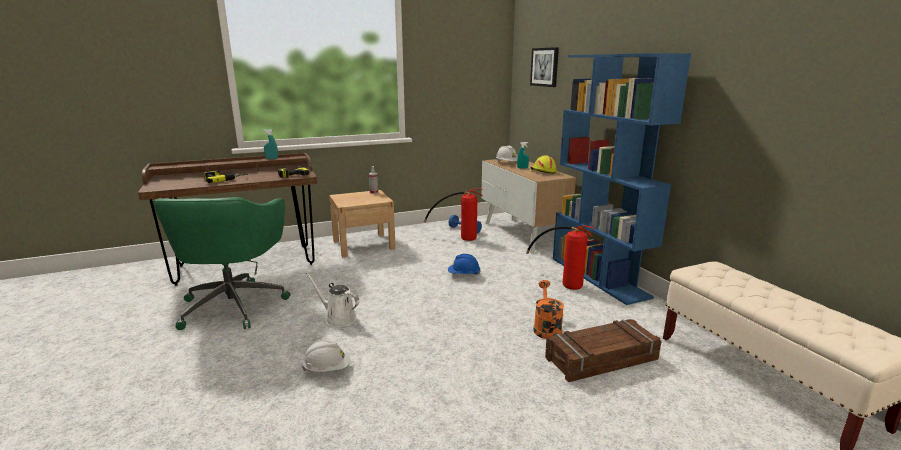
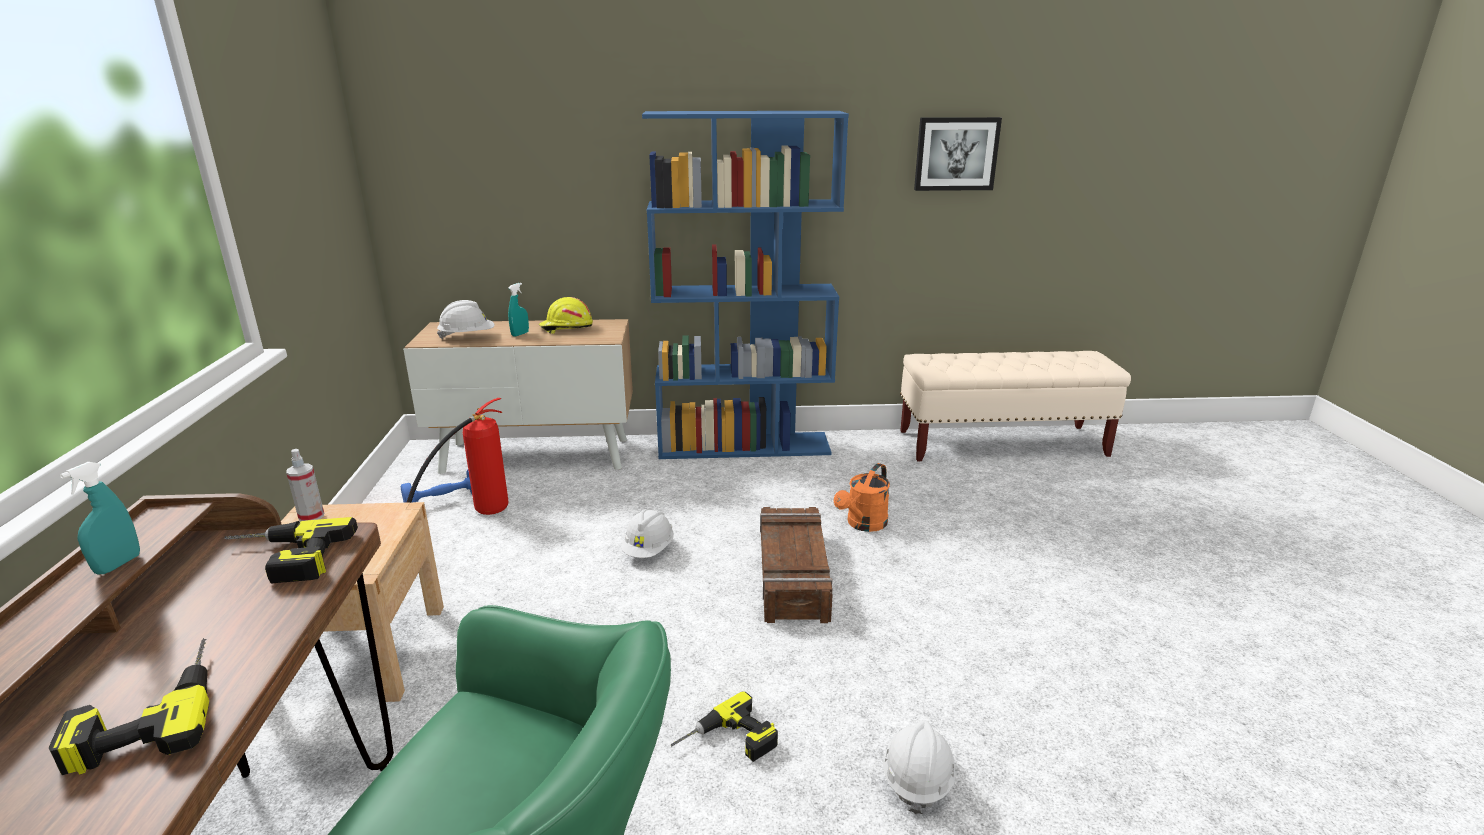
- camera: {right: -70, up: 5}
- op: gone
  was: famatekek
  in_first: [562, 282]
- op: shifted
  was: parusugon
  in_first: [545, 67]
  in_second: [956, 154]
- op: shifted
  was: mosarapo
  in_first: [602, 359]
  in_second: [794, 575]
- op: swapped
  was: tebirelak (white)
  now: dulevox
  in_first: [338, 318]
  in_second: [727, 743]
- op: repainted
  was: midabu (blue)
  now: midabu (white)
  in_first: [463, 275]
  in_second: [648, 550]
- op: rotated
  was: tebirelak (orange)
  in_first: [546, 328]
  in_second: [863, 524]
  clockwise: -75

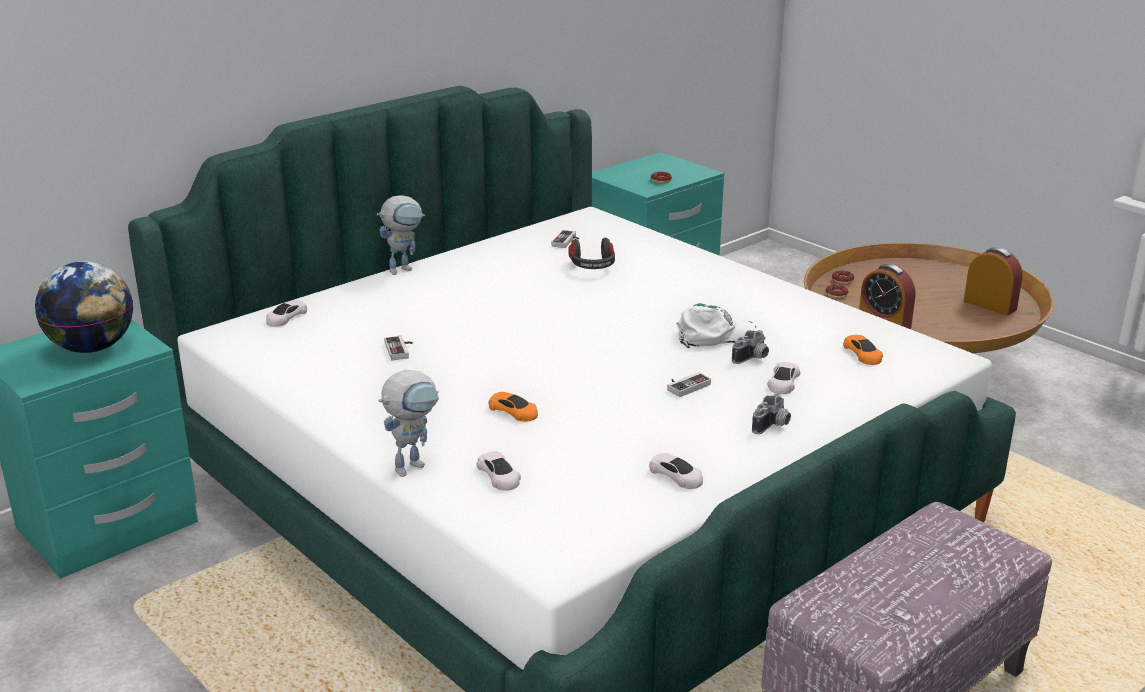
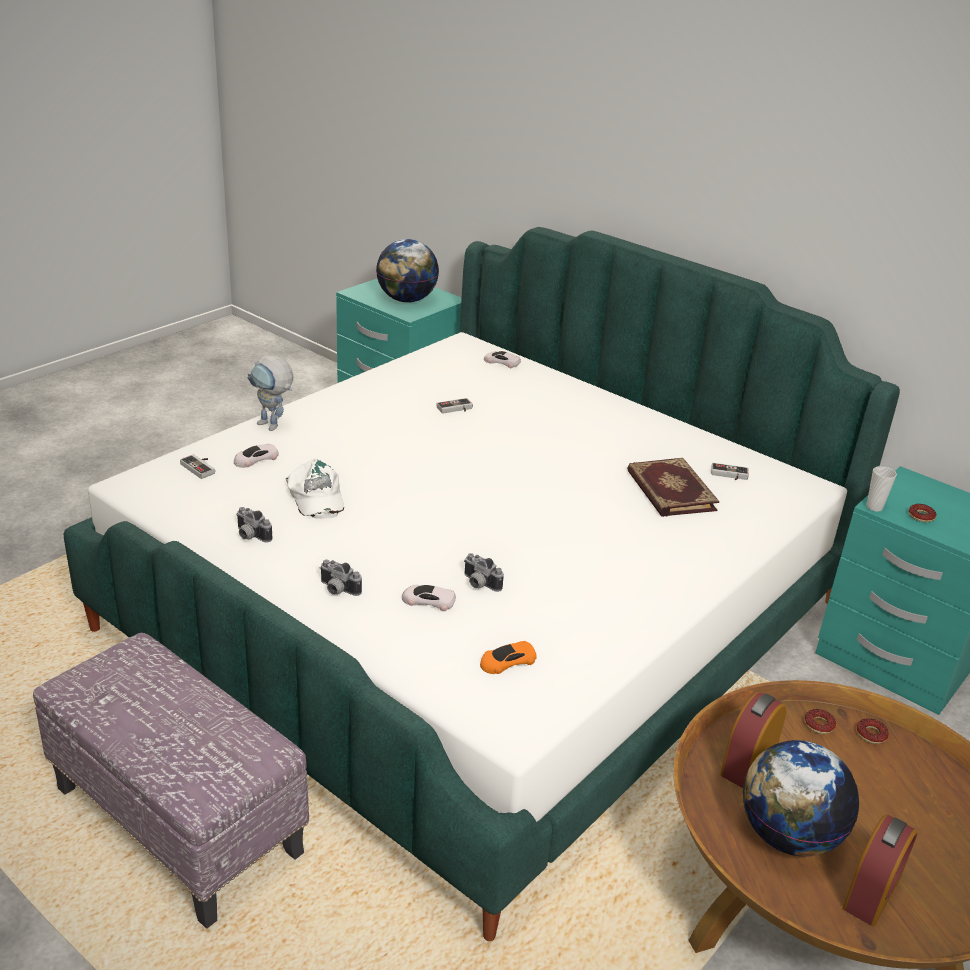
- camera: {right: 80, up: 5}
- op: gone
  was: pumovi
  in_first: [405, 268]
- op: gone
  was: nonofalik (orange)
  in_first: [514, 411]
- op: new
  now: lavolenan
  in_second: [788, 835]
- op: new
  now: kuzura
  in_second: [874, 507]
- op: shifted
  was: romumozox
  in_first: [685, 385]
  in_second: [201, 467]
- op: shifted
  was: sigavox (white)
  in_first: [714, 335]
  in_second: [315, 497]
- op: swapped
  was: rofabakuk
  now: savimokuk
  in_first: [592, 267]
  in_second: [669, 491]
- op: swapped
  was: nonofalik (white)
  now: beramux
  in_first: [676, 475]
  in_second: [250, 536]

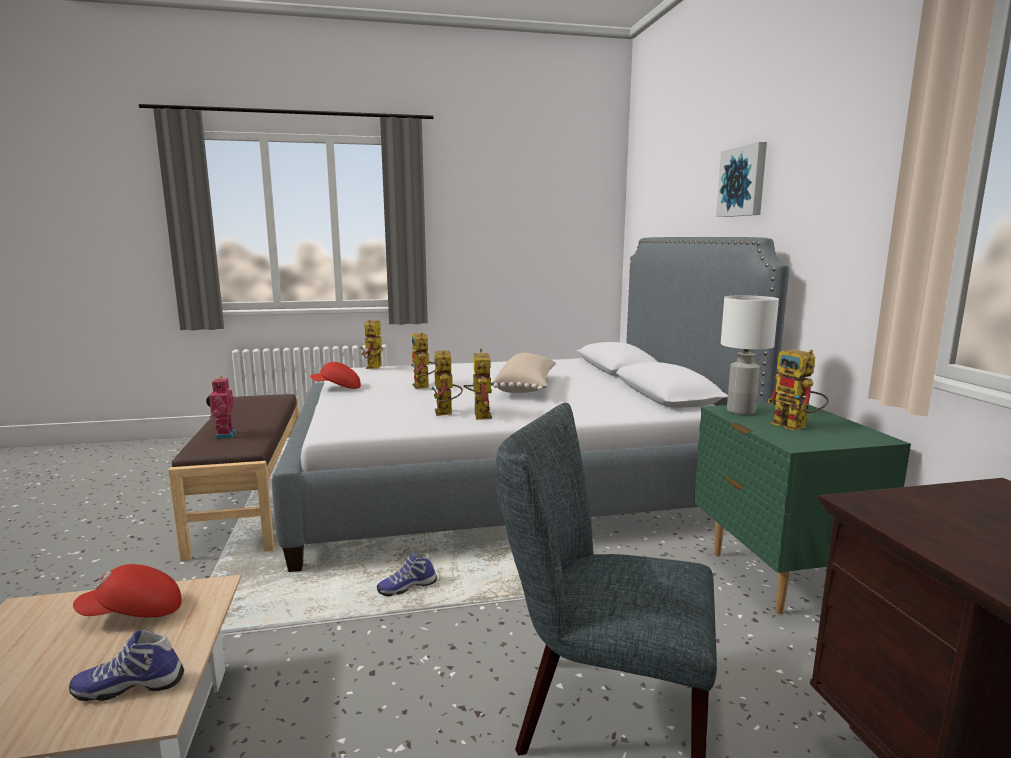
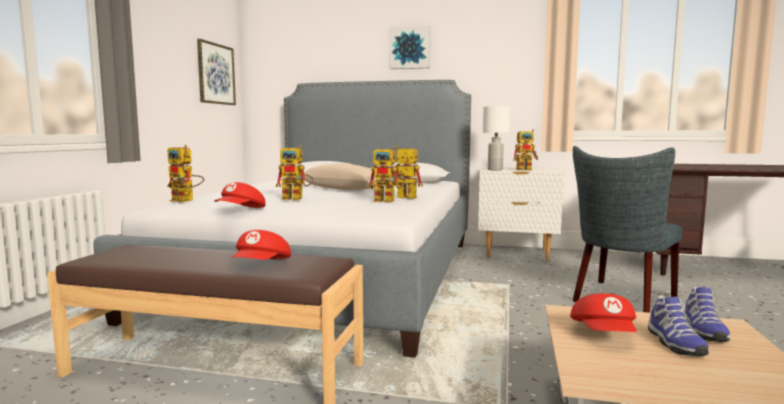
- camera: {right: -65, up: -5}
- op: new
  now: parusugon
  in_second: [216, 74]
- op: shifted
  was: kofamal
  in_first: [407, 587]
  in_second: [673, 343]
- op: swapped
  was: pumovi
  now: sigavox (red)
  in_first: [224, 435]
  in_second: [262, 266]
- op: repainted
  was: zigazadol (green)
  now: zigazadol (white)
  in_first: [778, 577]
  in_second: [517, 254]

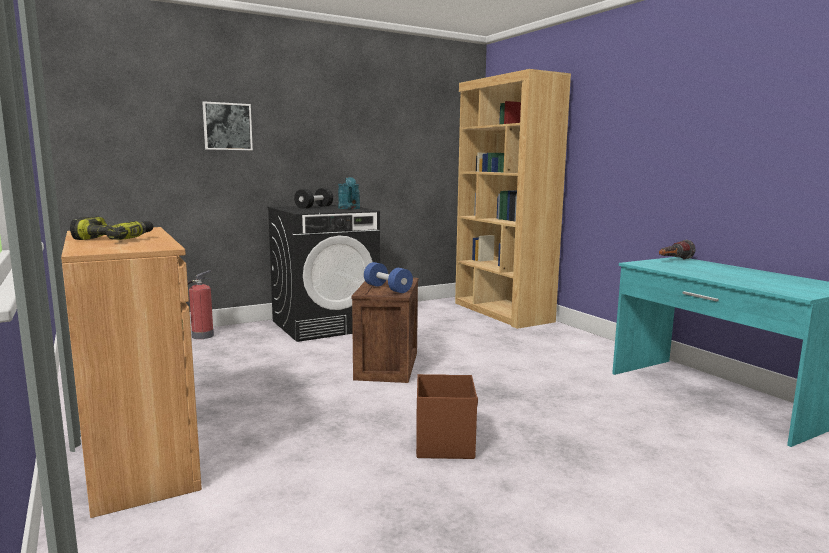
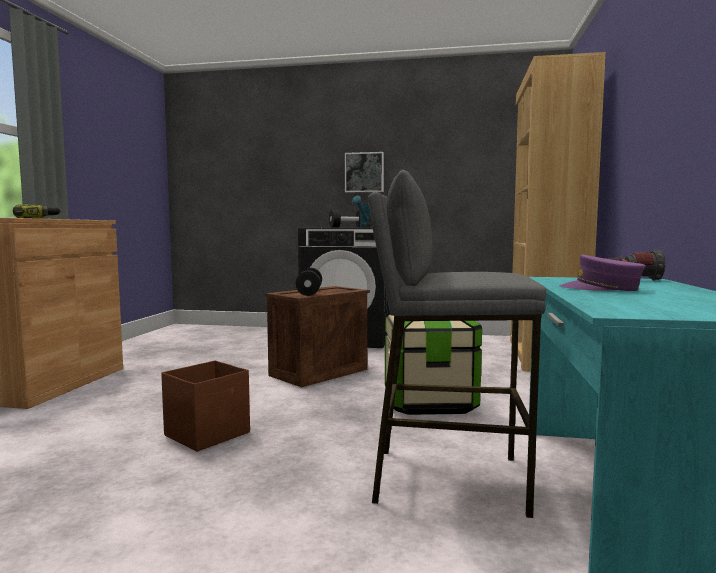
- camera: {right: 40, up: -5}
- op: gone
  was: famatekek
  in_first: [201, 336]
- op: new
  now: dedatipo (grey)
  in_second: [447, 479]
- op: new
  now: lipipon
  in_second: [429, 401]
- op: new
  now: sigavox (purple)
  in_second: [601, 289]
- op: shifted
  was: parusugon
  in_first: [227, 126]
  in_second: [364, 172]
- op: repainted
  was: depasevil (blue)
  now: depasevil (black)
  in_first: [387, 288]
  in_second: [309, 292]

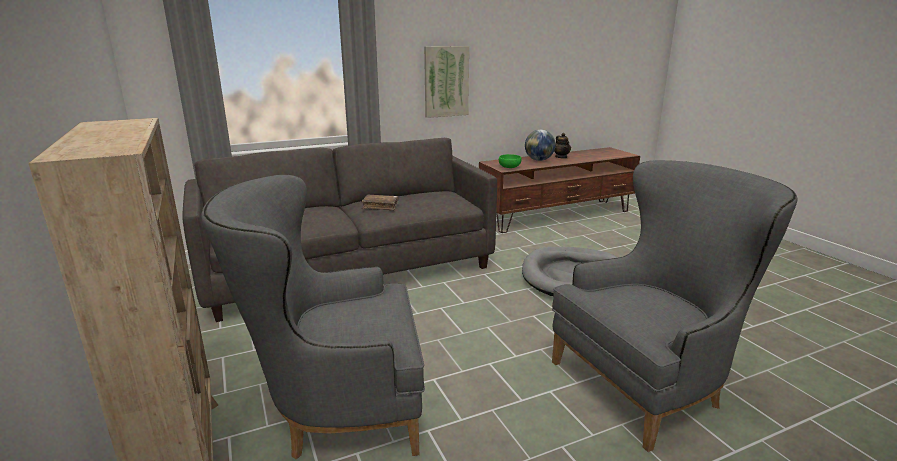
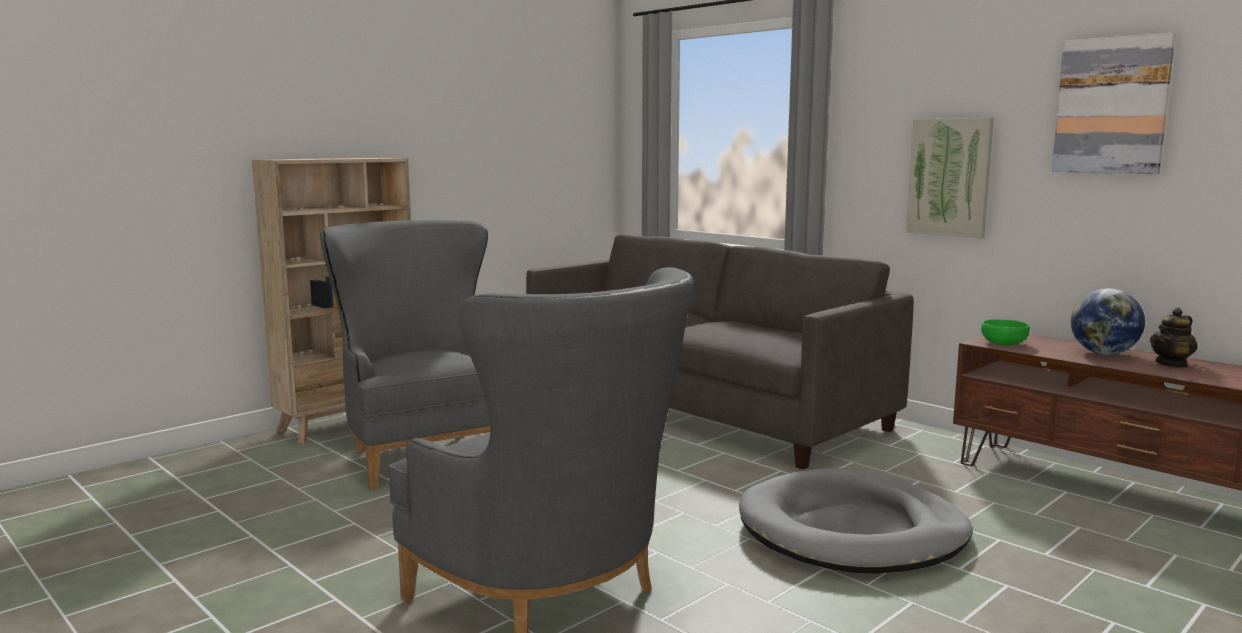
- camera: {right: 70, up: -10}
- op: gone
  was: savimokuk (brown)
  in_first: [380, 206]
- op: new
  now: parusugon
  in_second: [1111, 106]

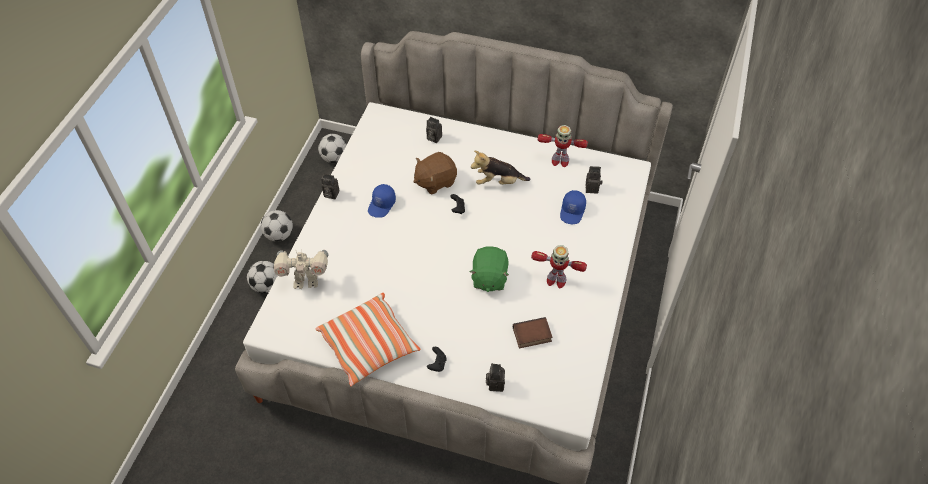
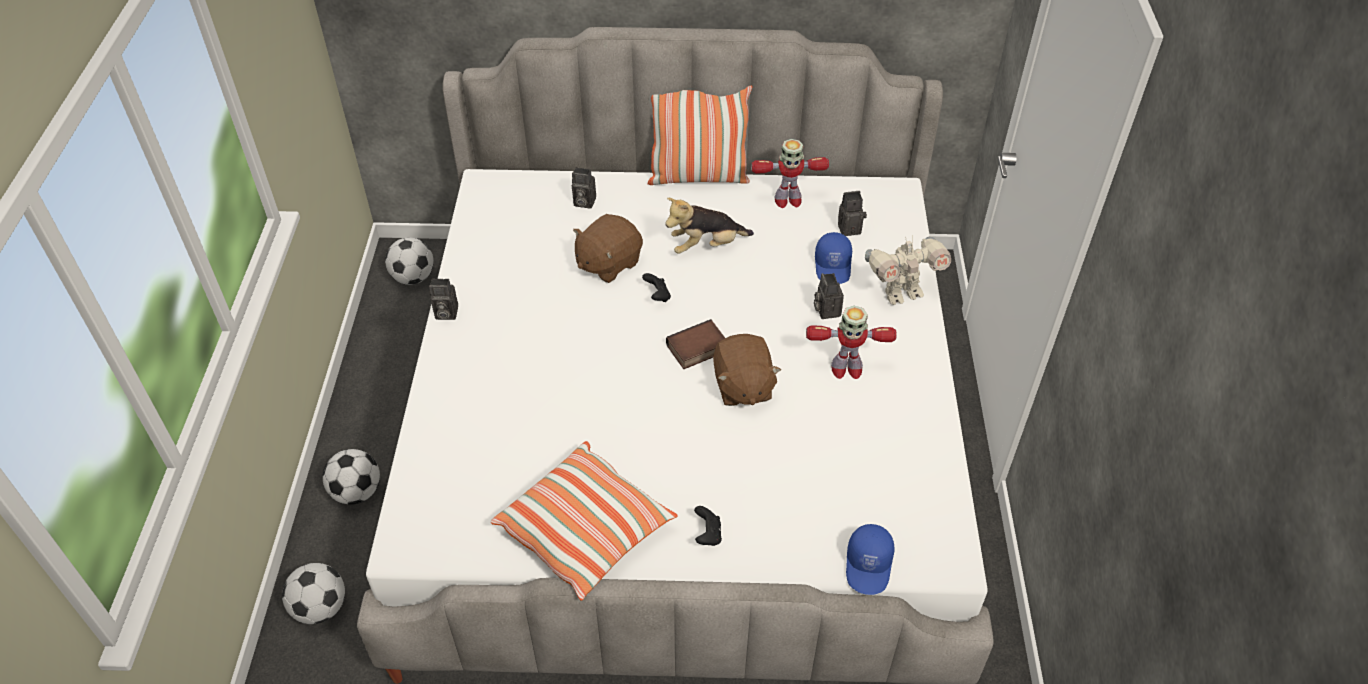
- camera: {right: -15, up: -5}
- op: new
  now: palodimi
  in_second: [698, 176]
- op: shifted
  was: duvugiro
  in_first: [279, 235]
  in_second: [320, 608]
- op: shifted
  was: pumovi
  in_first: [306, 281]
  in_second: [901, 293]
- op: shifted
  was: sigavox (blue)
  in_first: [382, 205]
  in_second: [869, 565]
- op: shifted
  was: beramux
  in_first: [495, 383]
  in_second: [826, 310]
- op: shifted
  was: savimokuk
  in_first: [531, 335]
  in_second: [697, 349]
- op: repainted
  was: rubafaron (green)
  now: rubafaron (brown)
  in_first: [489, 278]
  in_second: [742, 386]

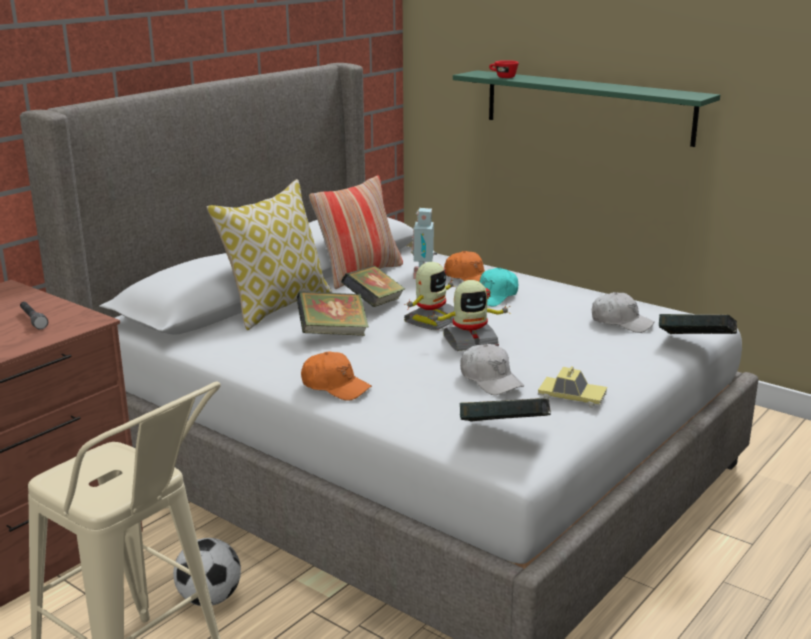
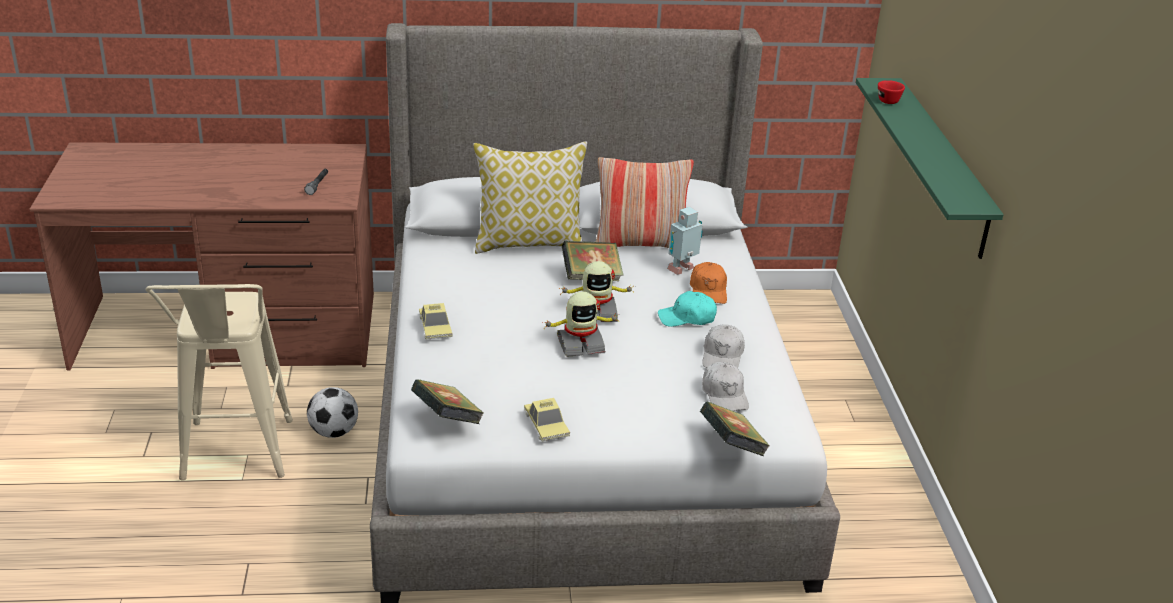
- camera: {right: 45, up: 10}
- op: gone
  was: savimokuk
  in_first: [333, 333]
- op: shifted
  was: sigavox (white)
  in_first: [490, 380]
  in_second: [722, 356]
- op: swapped
  was: sigavox (orange)
  now: nonofalik
  in_first: [335, 387]
  in_second: [435, 327]
- op: rotated
  was: pumovi
  in_first: [470, 341]
  in_second: [580, 344]
  clockwise: -45

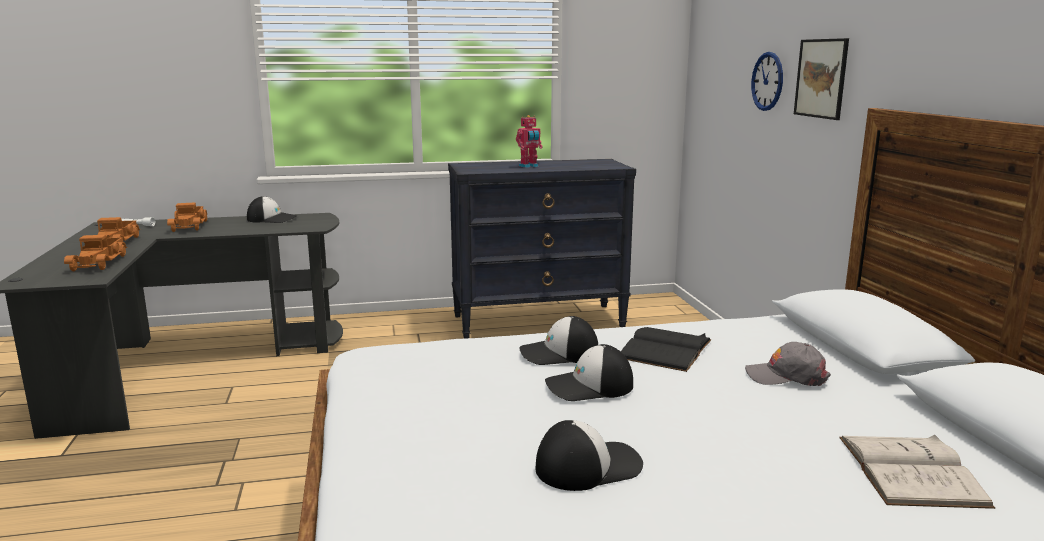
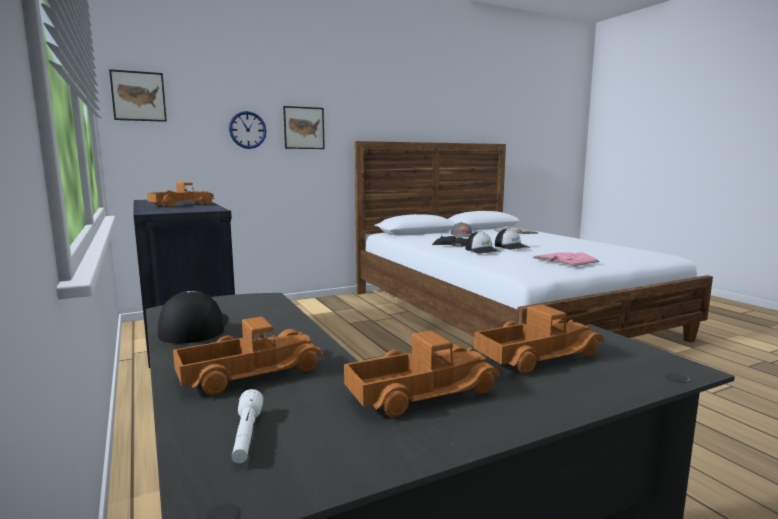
- camera: {right: -105, up: -5}
- op: gone
  was: sigavox
  in_first: [588, 466]
- op: new
  now: parusugon
  in_second: [138, 96]
- op: new
  now: savimokuk (pink)
  in_second: [565, 259]
- op: swapped
  was: pumovi
  now: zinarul
  in_first: [529, 166]
  in_second: [181, 205]

